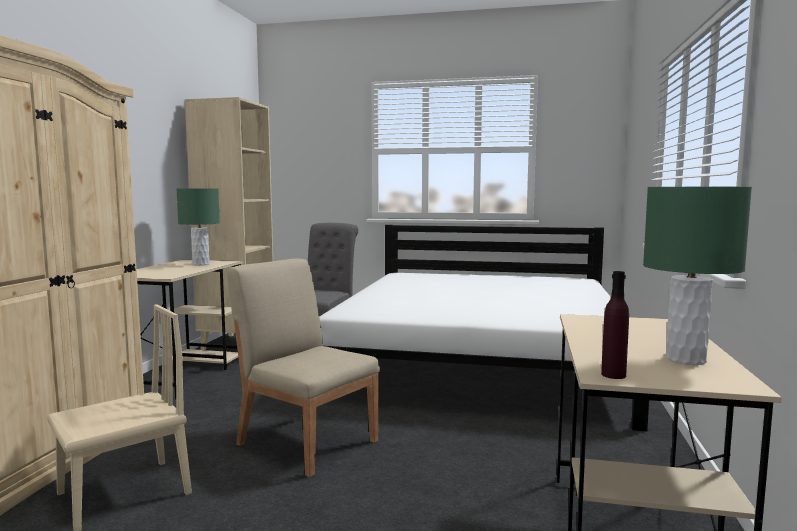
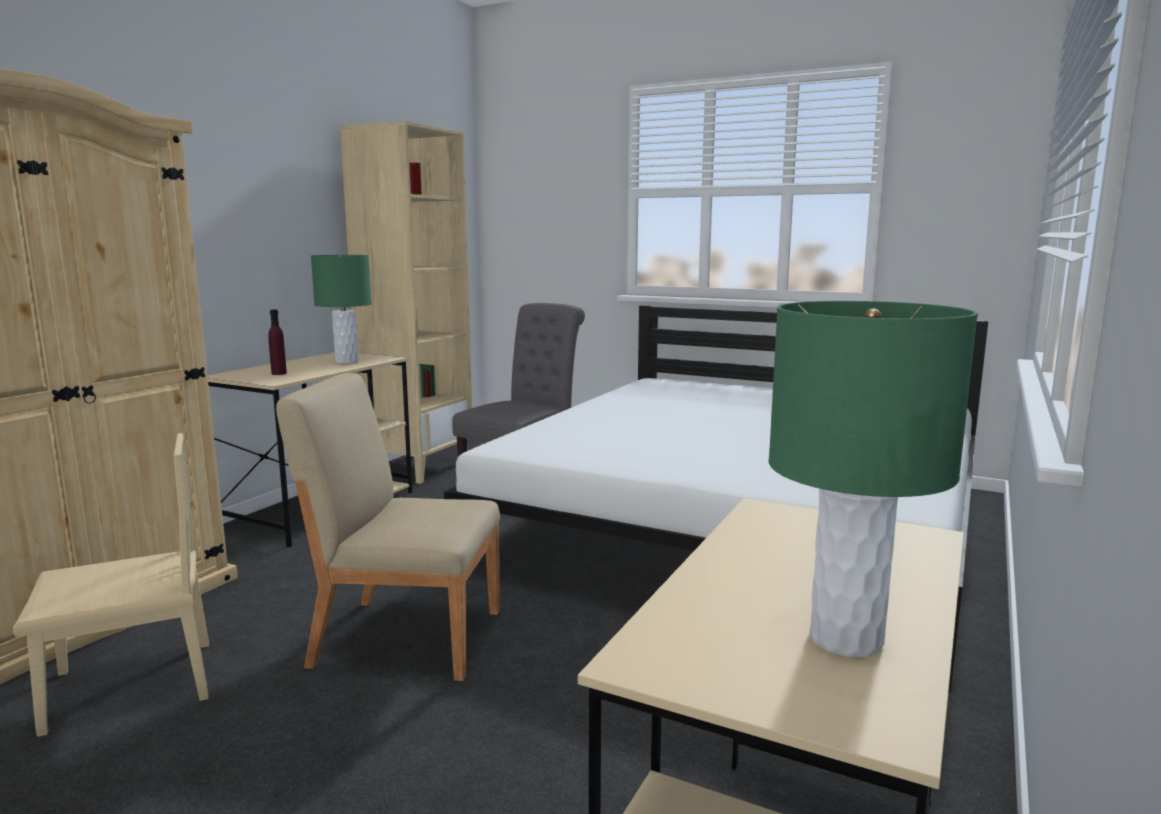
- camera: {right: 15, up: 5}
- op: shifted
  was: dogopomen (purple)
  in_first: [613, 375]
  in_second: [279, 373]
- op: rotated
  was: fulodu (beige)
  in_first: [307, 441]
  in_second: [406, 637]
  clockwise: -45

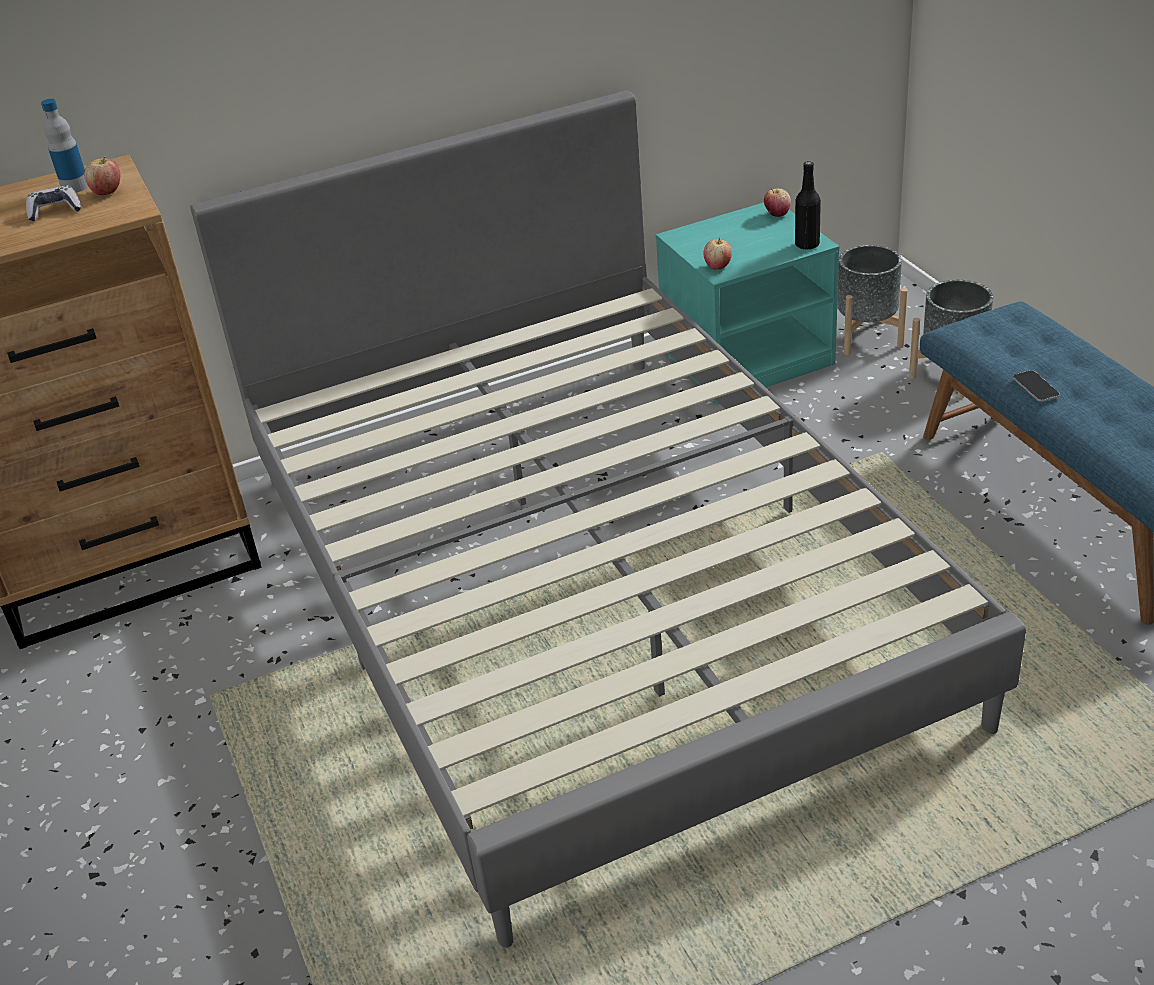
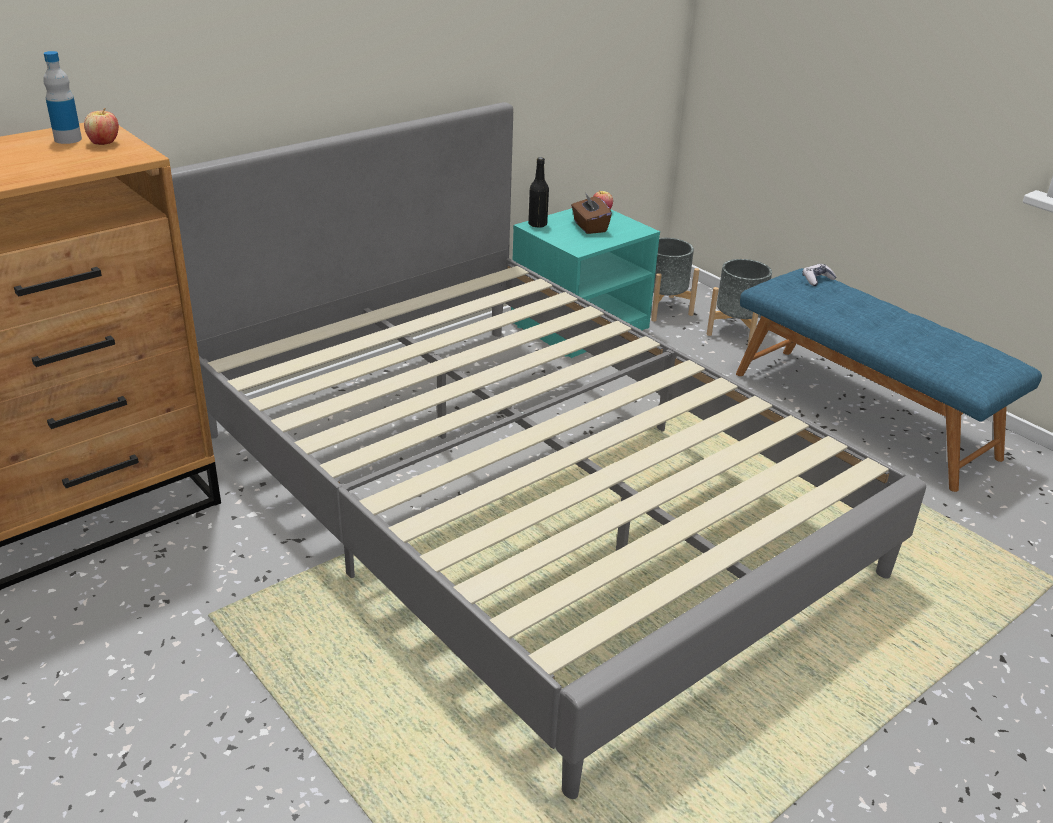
- camera: {right: -20, up: -5}
- op: gone
  was: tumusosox
  in_first: [718, 266]
- op: gone
  was: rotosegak
  in_first: [1035, 387]
- op: new
  now: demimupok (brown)
  in_second: [589, 227]
- op: shifted
  was: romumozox
  in_first: [55, 211]
  in_second: [817, 279]
- op: shifted
  was: dogopomen (black)
  in_first: [807, 245]
  in_second: [537, 224]

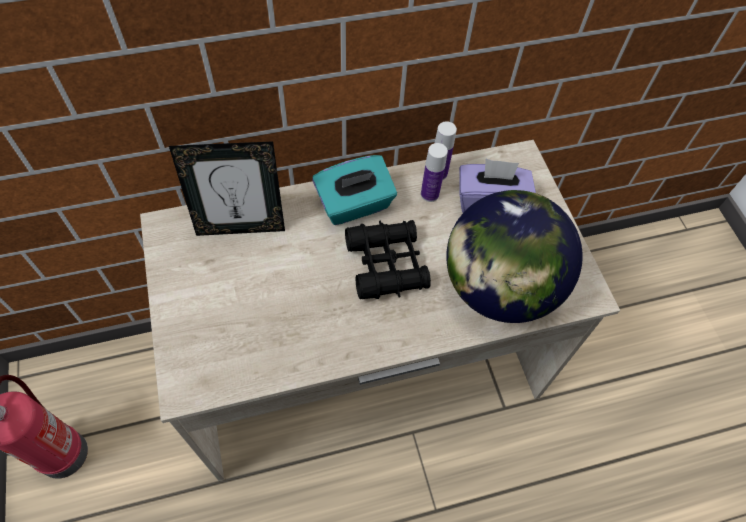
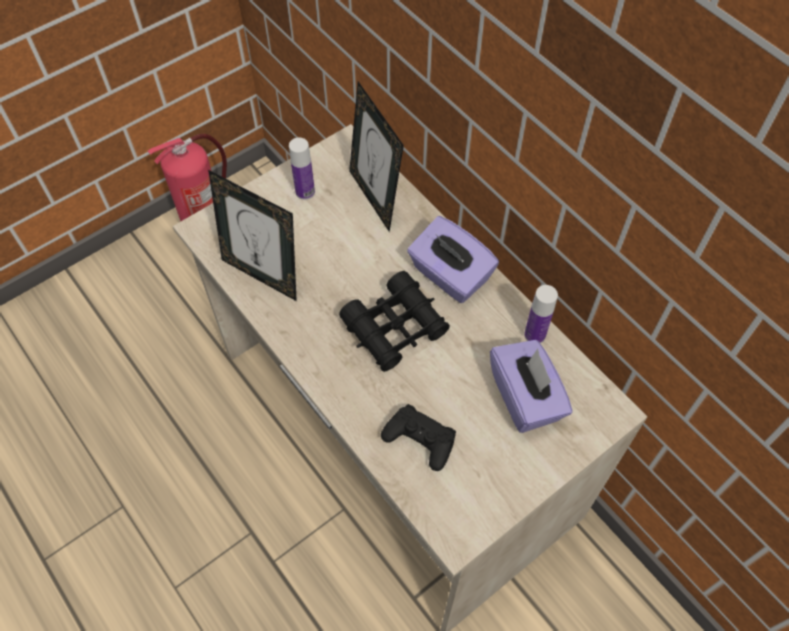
- camera: {right: 70, up: 0}
- op: new
  now: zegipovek
  in_second: [263, 274]
- op: shifted
  was: dogopomen
  in_first: [429, 194]
  in_second: [305, 192]
- op: swapped
  was: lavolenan
  now: romumozox (black)
  in_first: [499, 287]
  in_second: [420, 439]
- op: repainted
  was: demimupok (turquoise)
  now: demimupok (purple)
  in_first: [355, 205]
  in_second: [450, 275]

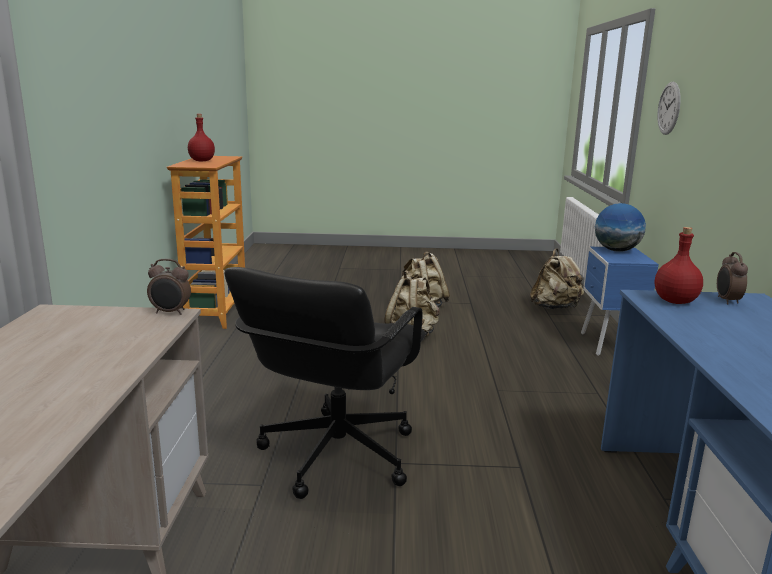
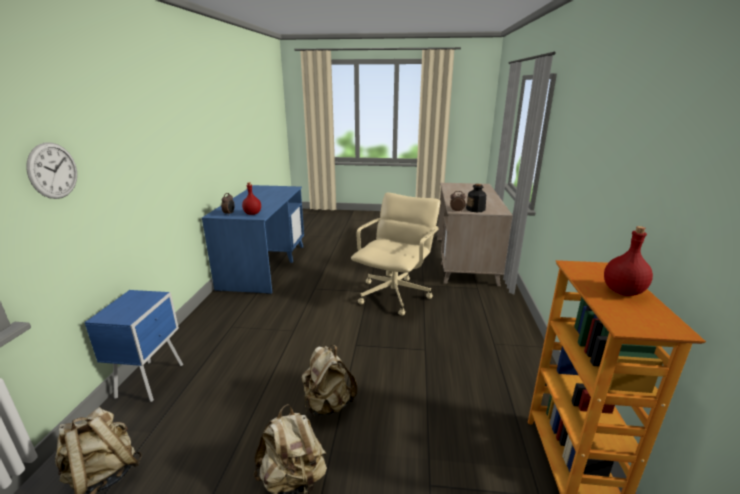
- camera: {right: -175, up: 5}
- op: gone
  was: lavolenan
  in_first: [616, 250]
- op: new
  now: dogopomen
  in_second: [475, 209]
- op: repainted
  was: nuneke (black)
  now: nuneke (beige)
  in_first: [335, 454]
  in_second: [394, 295]

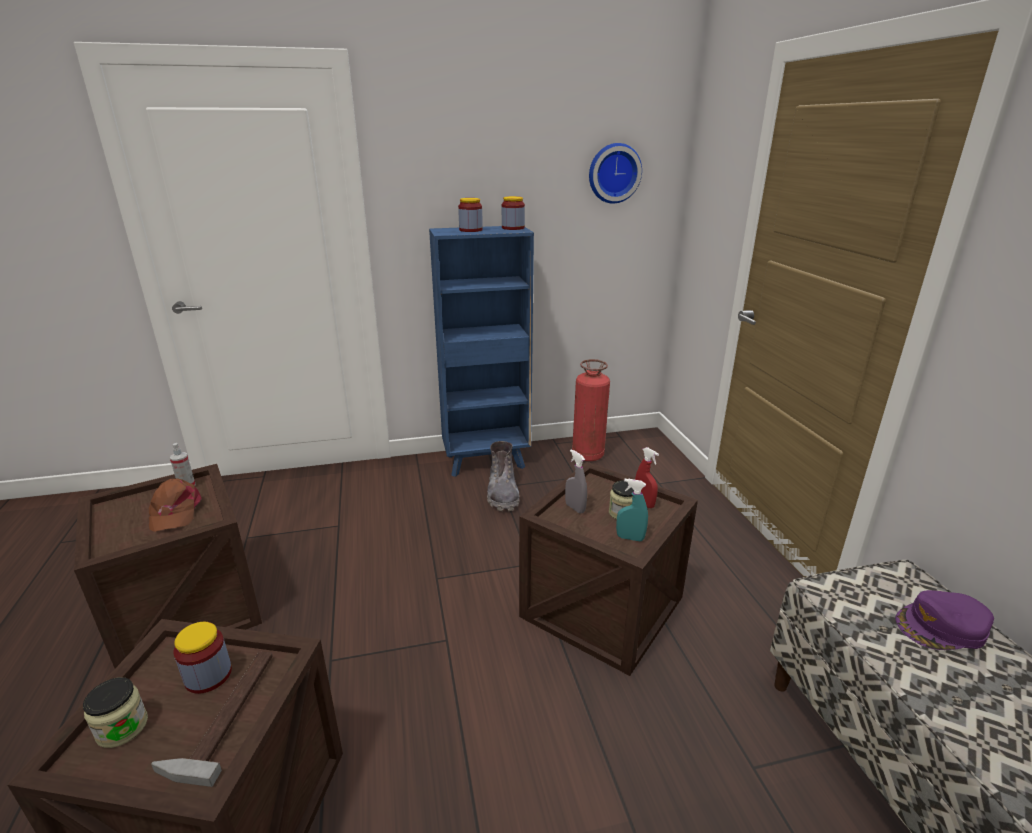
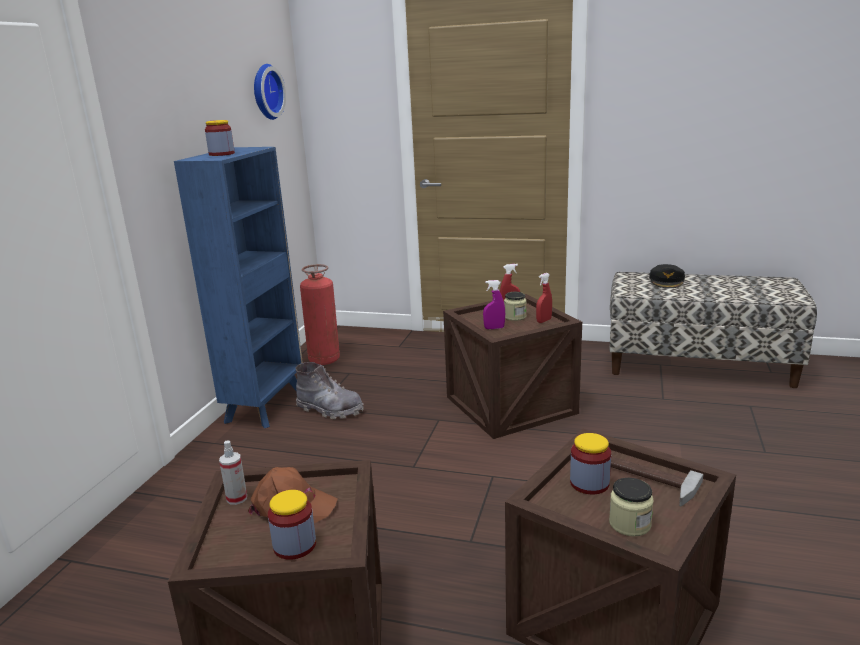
- camera: {right: -60, up: -5}
- op: shifted
  was: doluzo
  in_first: [513, 228]
  in_second: [294, 545]
- op: repainted
  was: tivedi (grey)
  now: tivedi (purple)
  in_first: [575, 508]
  in_second: [494, 328]
- op: repainted
  was: tivedi (turquoise)
  now: tivedi (red)
  in_first: [630, 538]
  in_second: [544, 321]
- op: repainted
  was: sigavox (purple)
  now: sigavox (black)
  in_first: [941, 627]
  in_second: [667, 281]

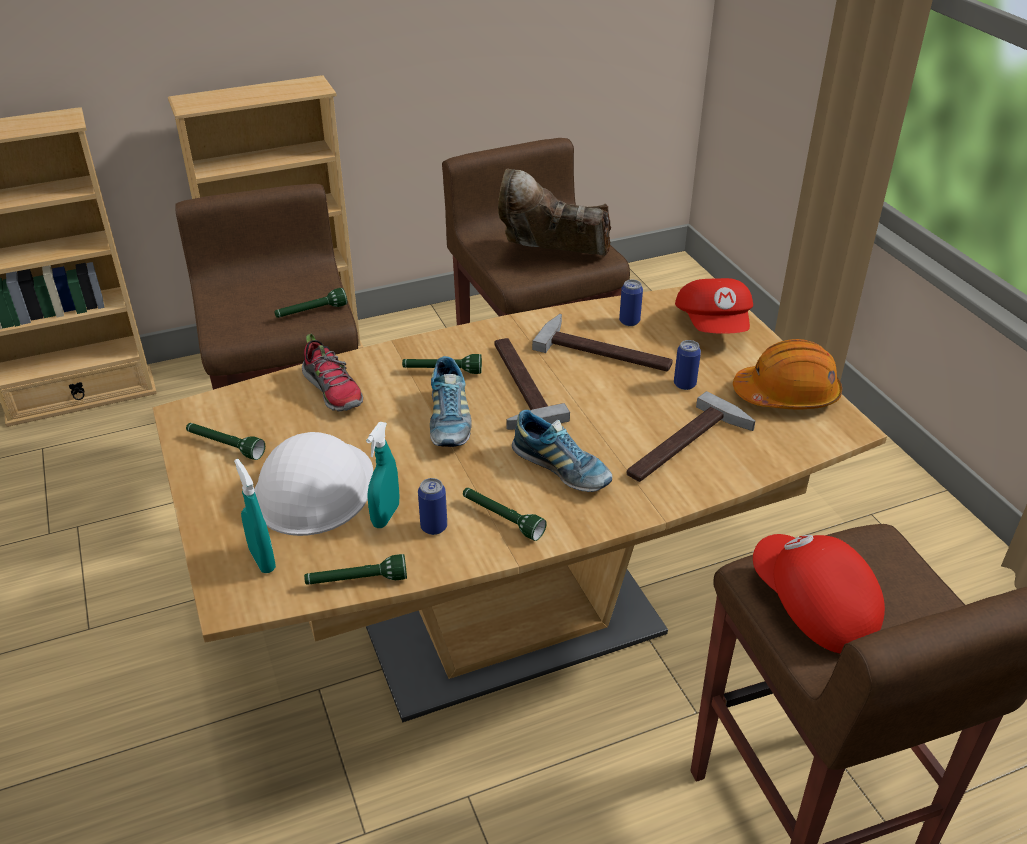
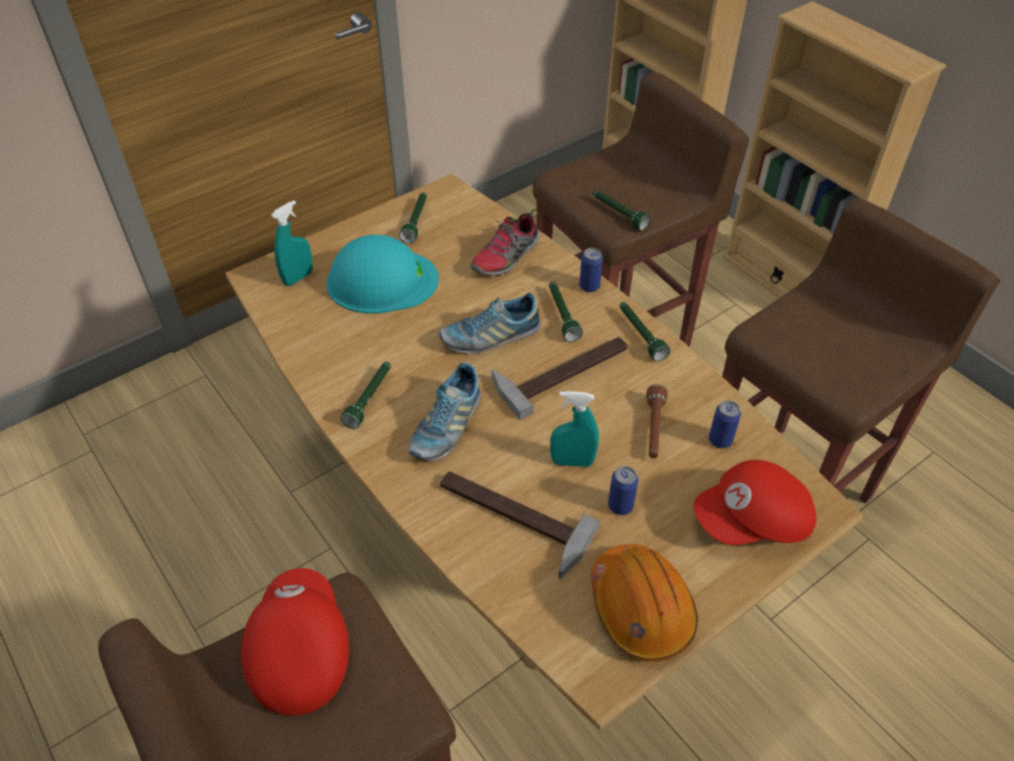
- camera: {right: 75, up: 10}
- op: gone
  was: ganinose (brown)
  in_first: [550, 256]
- op: shifted
  was: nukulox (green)
  in_first: [356, 581]
  in_second: [640, 335]
- op: shifted
  was: tivedi (turquoise)
  in_first: [385, 516]
  in_second: [572, 462]
- op: shifted
  was: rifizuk
  in_first: [434, 527]
  in_second: [589, 286]
- op: swapped
  was: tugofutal
  now: nukulox (brown)
  in_first: [606, 350]
  in_second: [654, 429]
- op: repainted
  was: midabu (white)
  now: midabu (turquoise)
  in_first: [314, 487]
  in_second: [381, 281]
- op: rotated
  was: sigavox (red)
  in_first: [812, 607]
  in_second: [298, 651]
  clockwise: -45

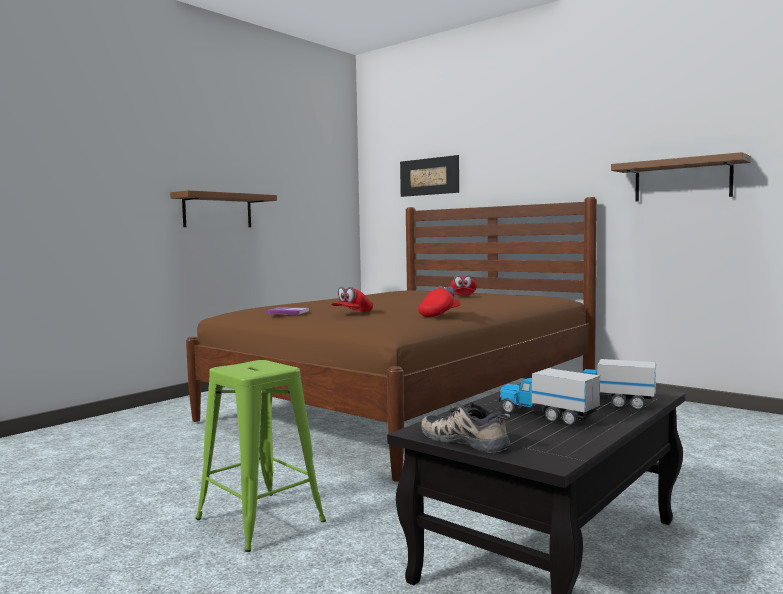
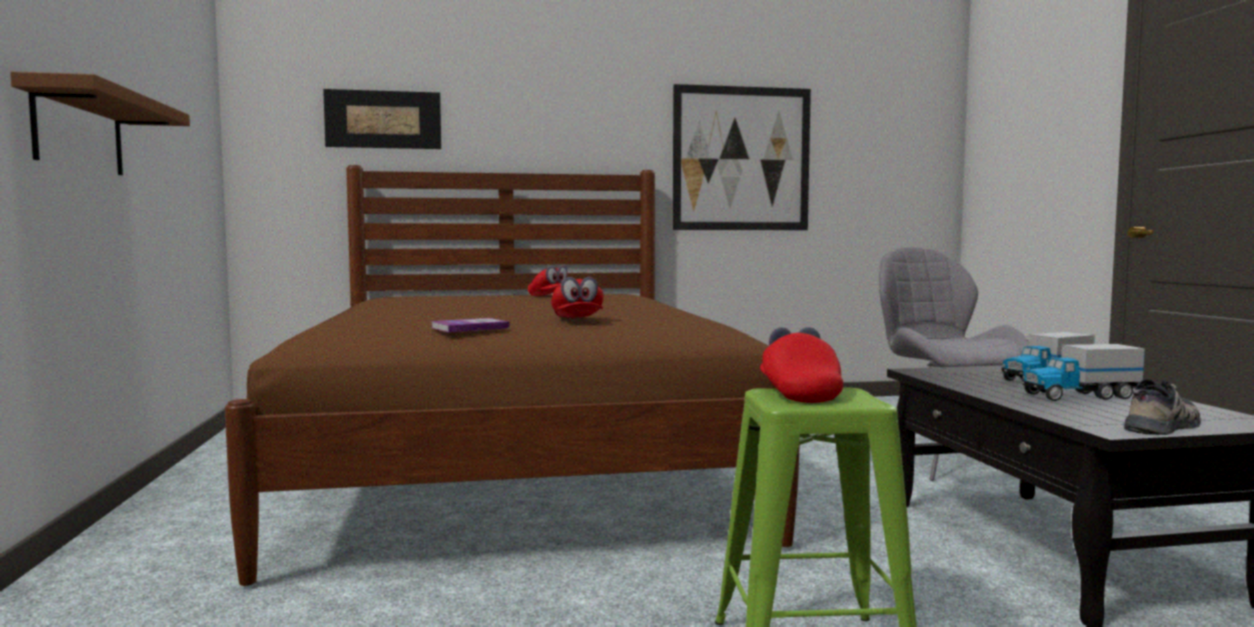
- camera: {right: -50, up: 0}
- op: new
  now: fulodu (grey)
  in_second: [944, 461]
- op: shifted
  was: sigavox (red)
  in_first: [439, 314]
  in_second: [799, 393]
- op: swapped
  was: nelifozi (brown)
  now: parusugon
  in_first: [682, 180]
  in_second: [741, 159]
- op: rotated
  was: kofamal
  in_first: [466, 440]
  in_second: [1164, 426]
  clockwise: 150

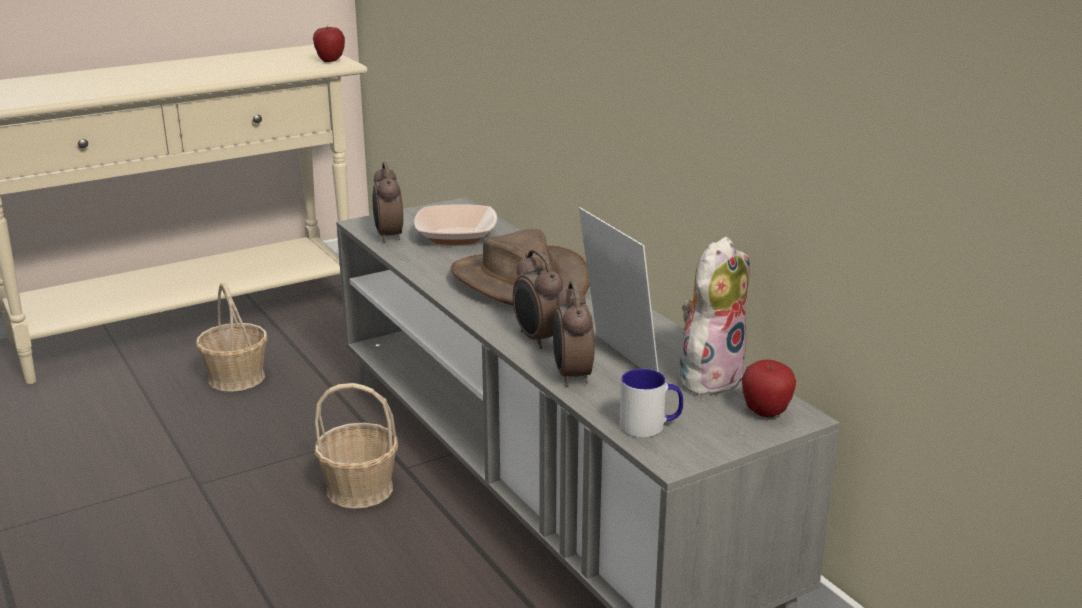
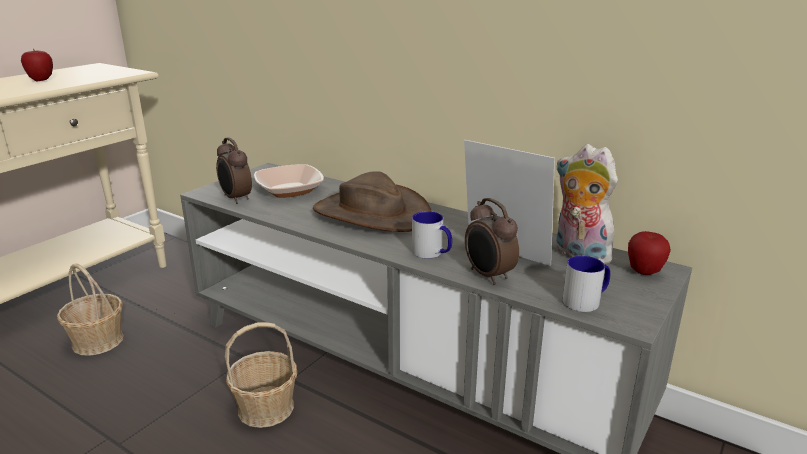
- camera: {right: -25, up: 0}
- op: shifted
  was: tumusosox
  in_first: [330, 61]
  in_second: [41, 80]
- op: swapped
  was: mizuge
  now: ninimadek
  in_first: [538, 339]
  in_second: [432, 253]
- op: rotated
  was: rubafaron
  in_first: [709, 377]
  in_second: [578, 255]
  clockwise: -60

